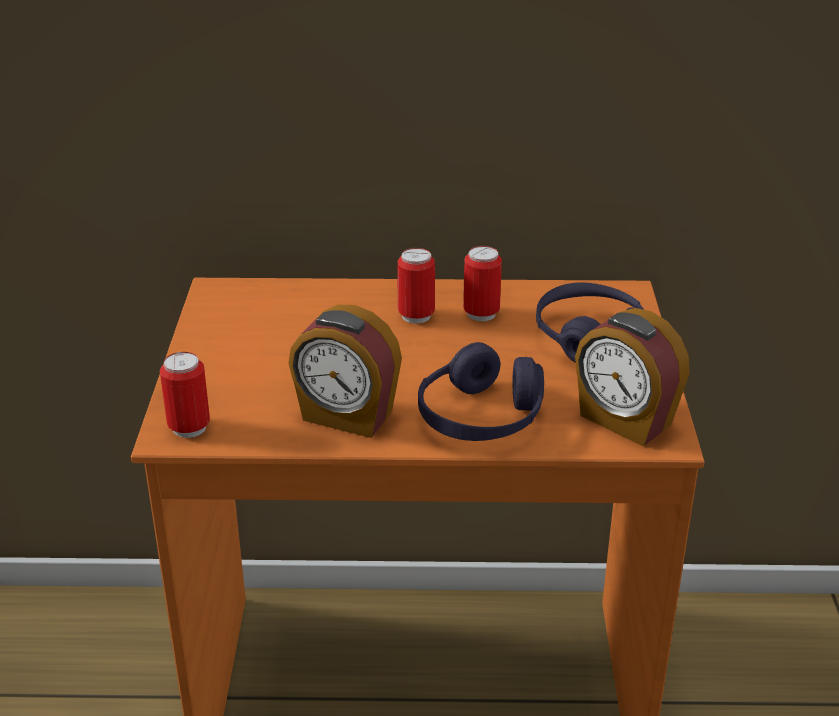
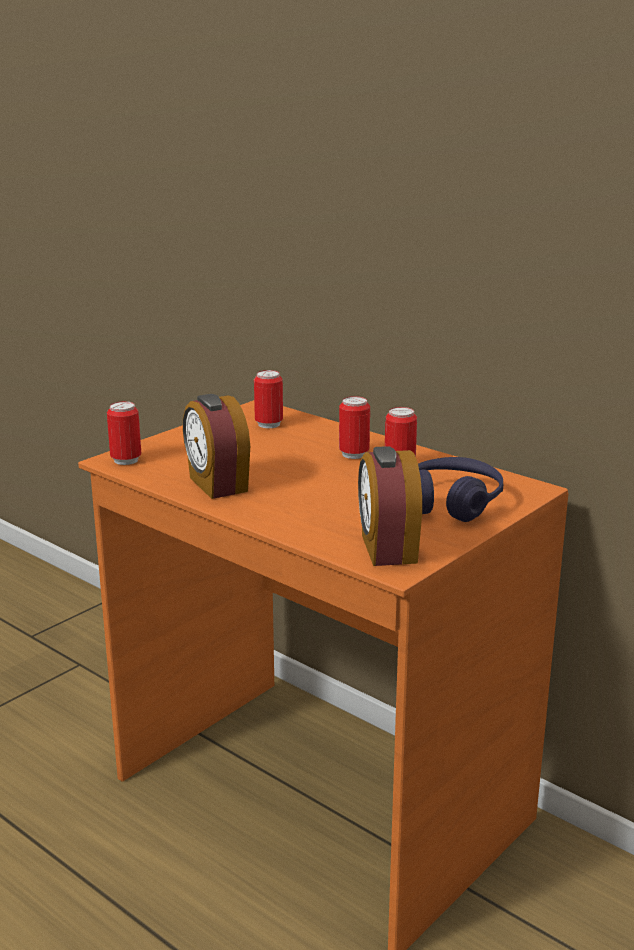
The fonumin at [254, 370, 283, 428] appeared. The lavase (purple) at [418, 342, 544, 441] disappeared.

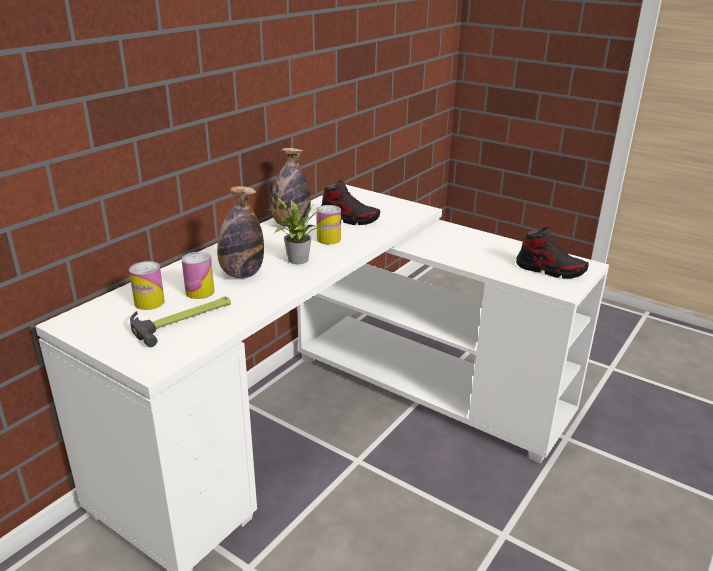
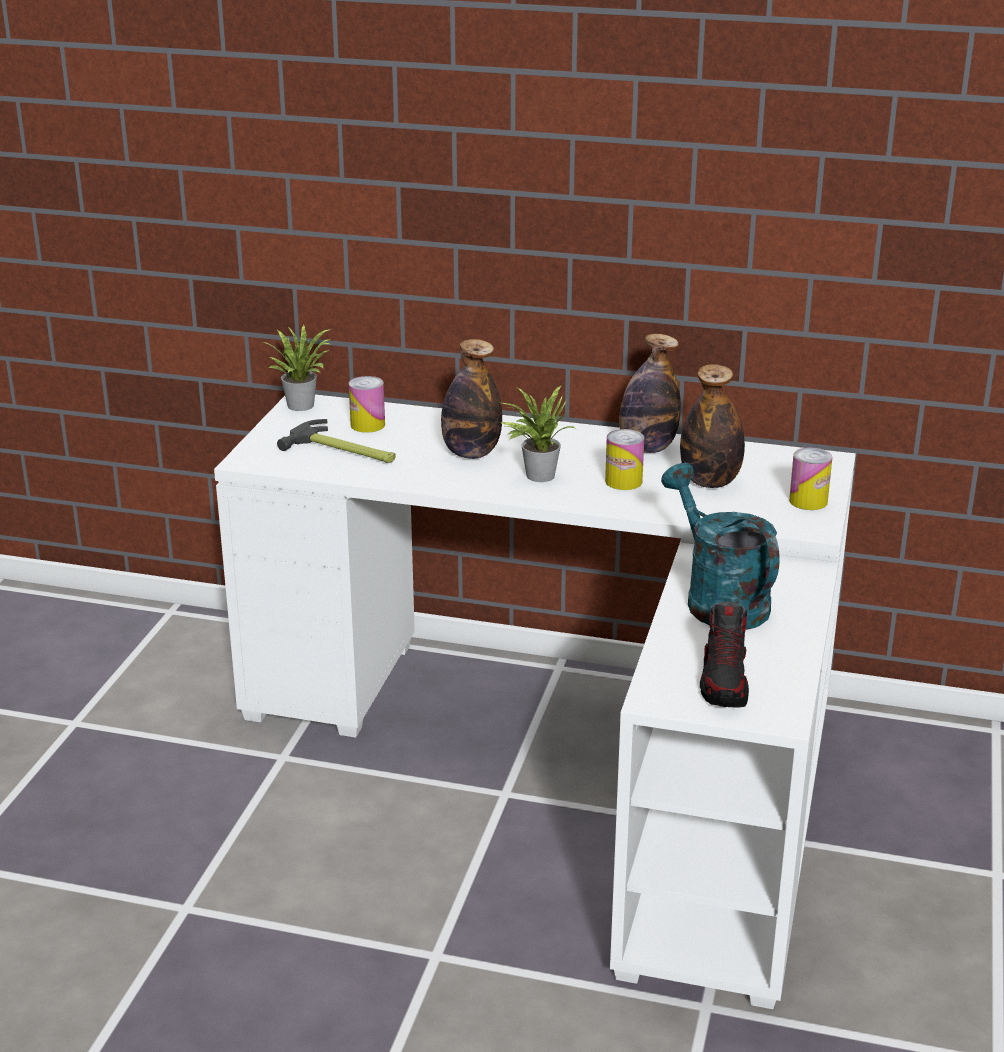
The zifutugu at [263, 325, 331, 411] appeared. The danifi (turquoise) at [661, 463, 780, 630] appeared. The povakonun at [321, 180, 380, 225] was replaced by the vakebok at [680, 364, 745, 488]. The fonumin moved from [181, 252, 214, 299] to [789, 448, 832, 510].

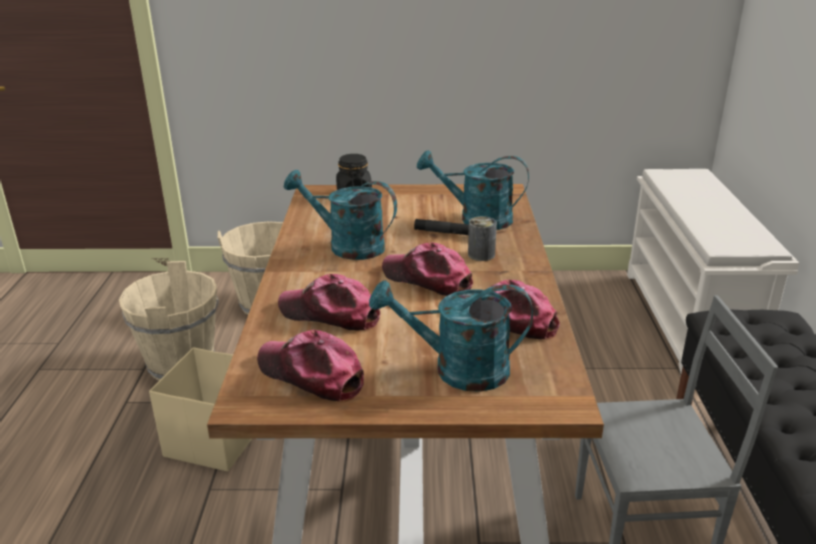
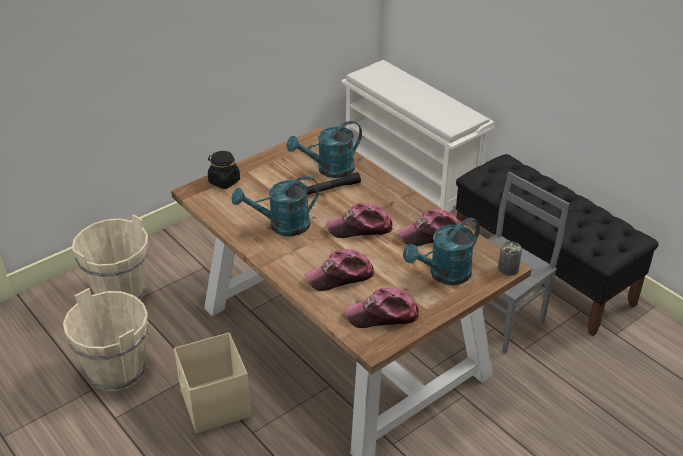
The fonumin moved from [468, 216, 497, 261] to [498, 241, 522, 276].

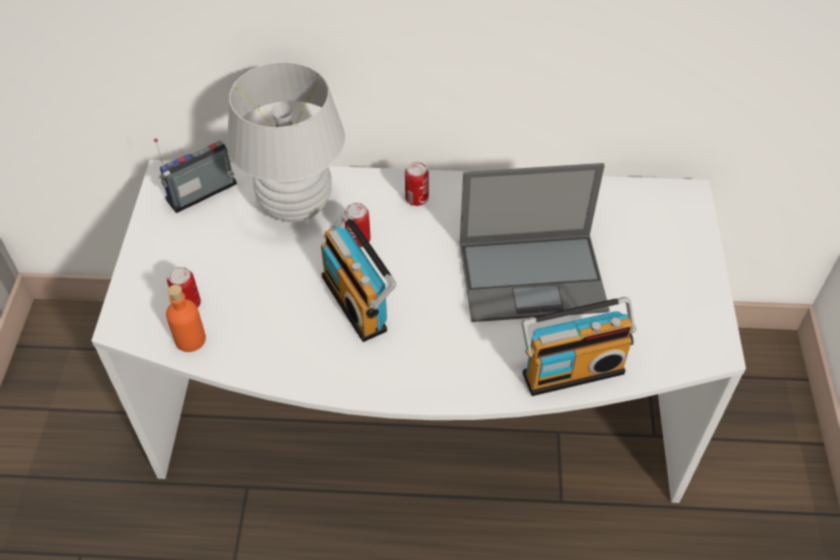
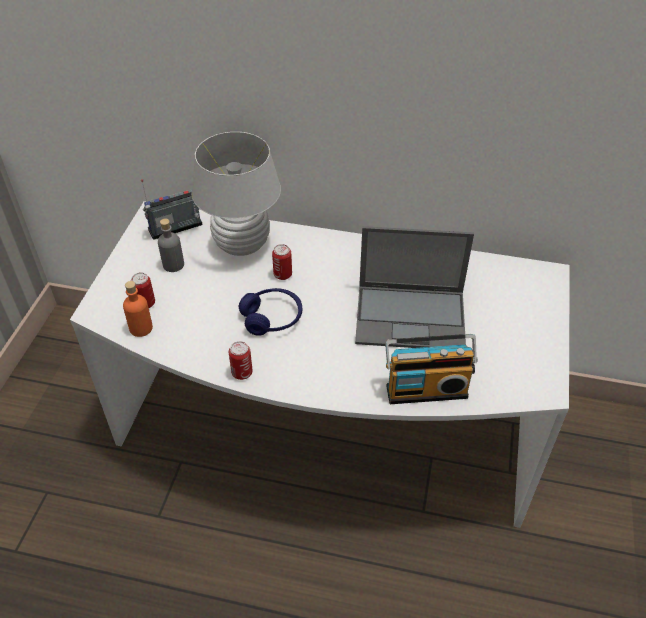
The vakebok (grey) at [158, 218, 184, 272] appeared. The fonumin moved from [405, 162, 429, 206] to [229, 341, 253, 380]. The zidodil at [321, 212, 397, 342] was replaced by the lavase (blue) at [239, 288, 302, 336].

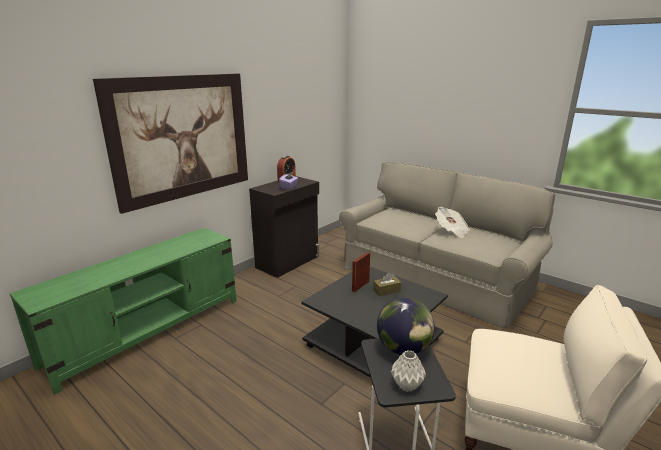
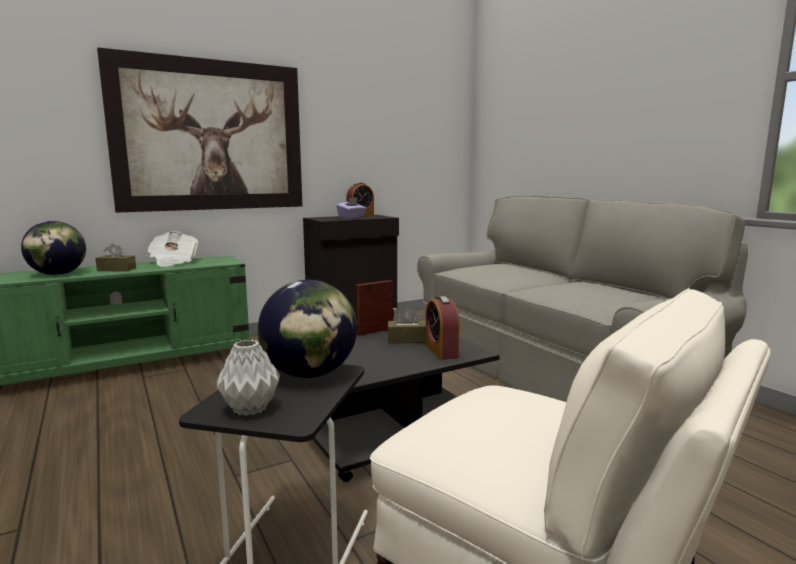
The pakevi at [21, 221, 86, 275] appeared. The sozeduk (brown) at [95, 243, 136, 271] appeared. The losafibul moved from [435, 207, 470, 238] to [147, 231, 199, 267]. The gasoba at [425, 296, 460, 360] appeared.

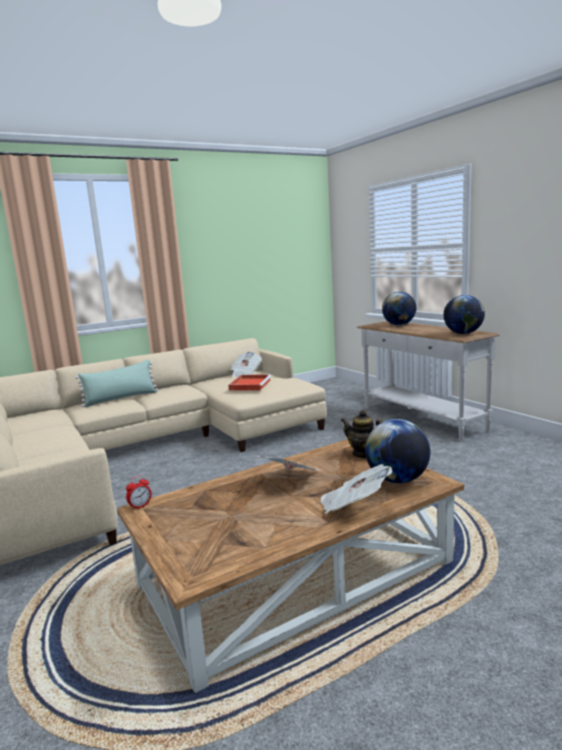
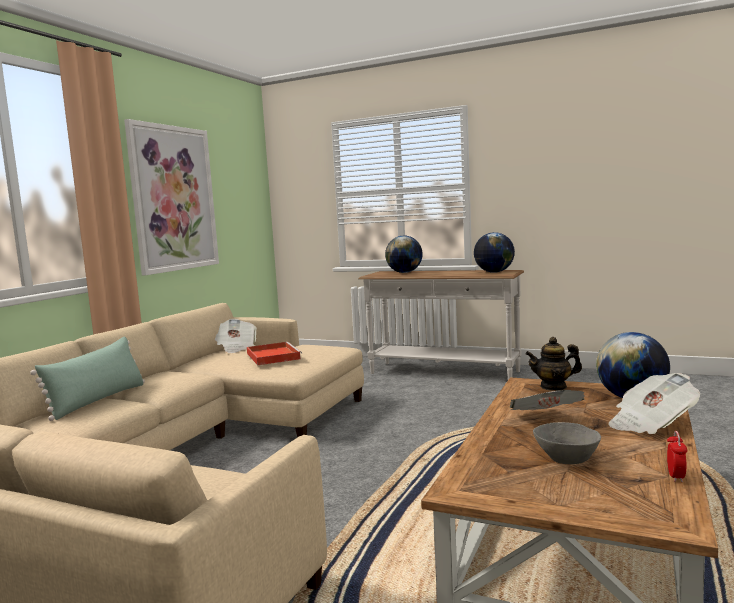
The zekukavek at [124, 119, 219, 275] appeared. The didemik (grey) at [533, 422, 601, 464] appeared. The gasoba moved from [126, 476, 151, 510] to [667, 431, 687, 483].

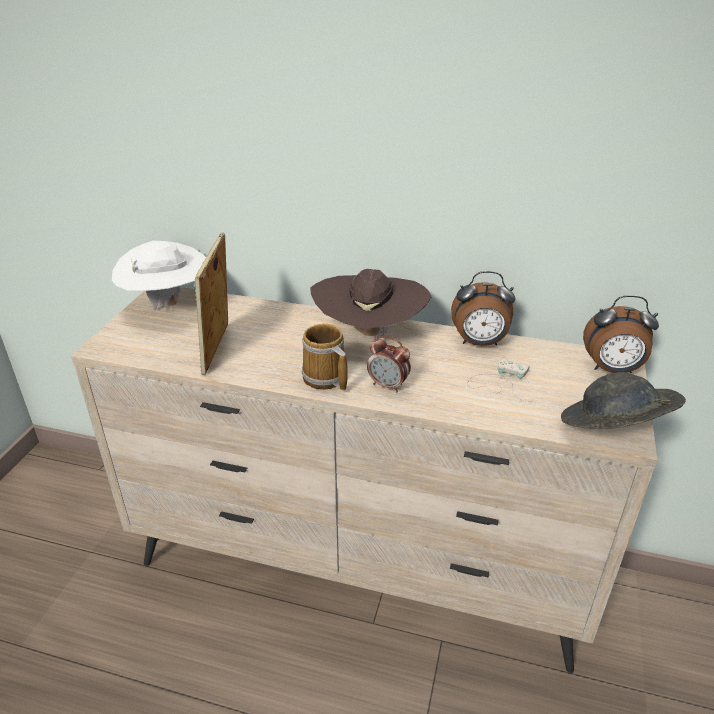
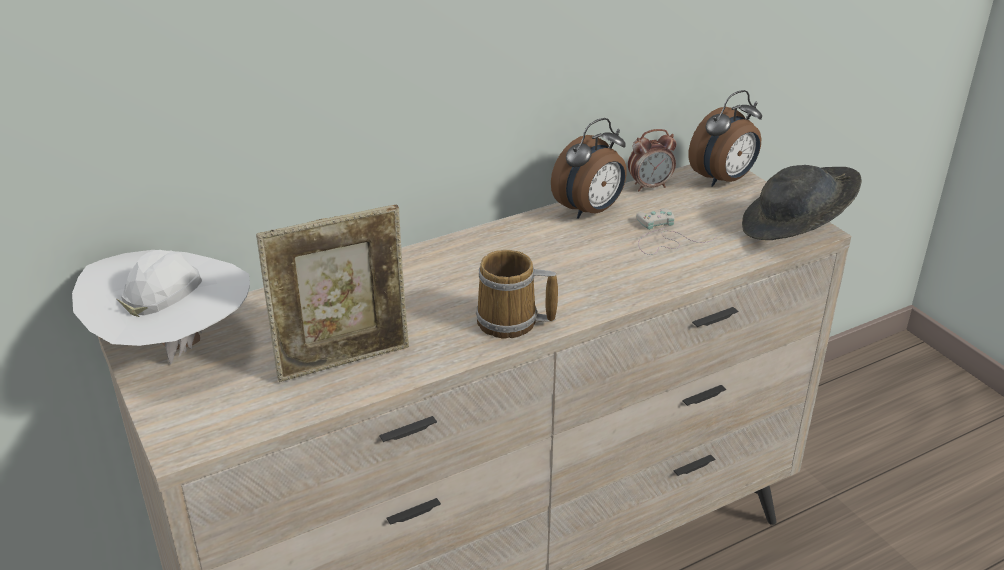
The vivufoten at [194, 232, 228, 375] turned 75 degrees counterclockwise. The gasoba moved from [367, 336, 411, 392] to [628, 129, 676, 191]. The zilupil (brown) at [310, 269, 431, 340] disappeared.

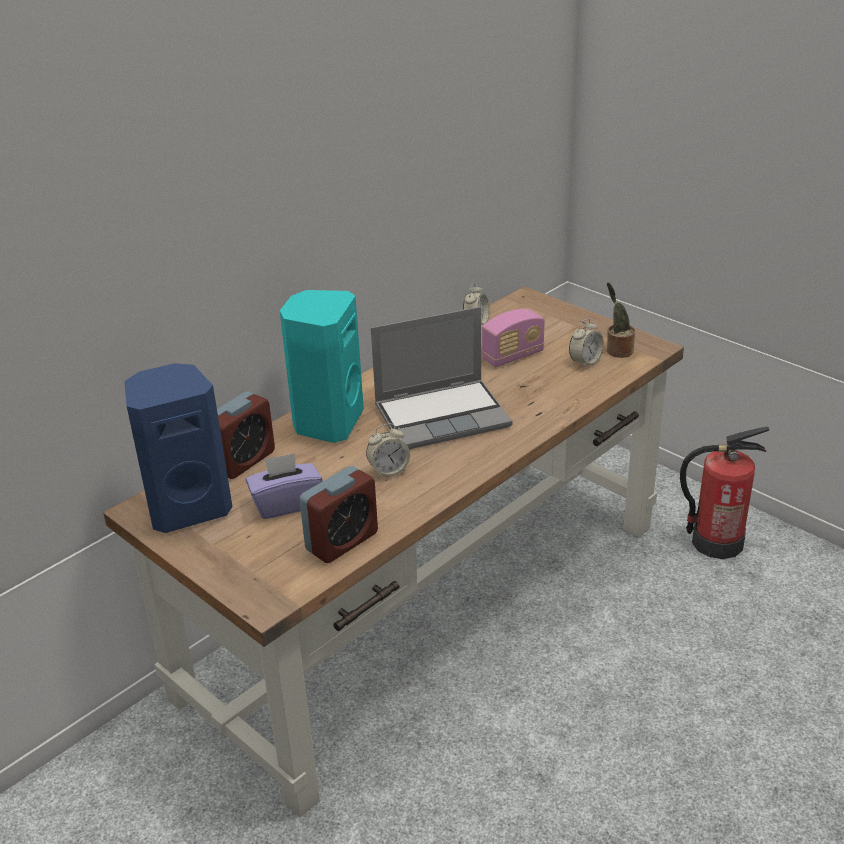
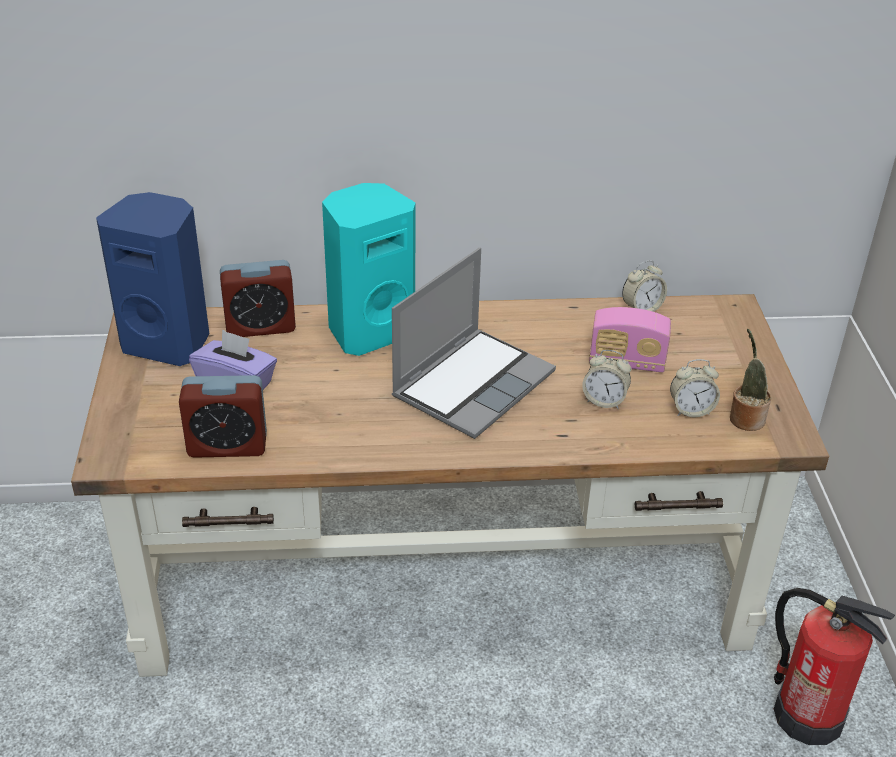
The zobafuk at [371, 307, 512, 449] turned 75 degrees counterclockwise. The gasoba moved from [366, 424, 410, 479] to [582, 350, 631, 409].

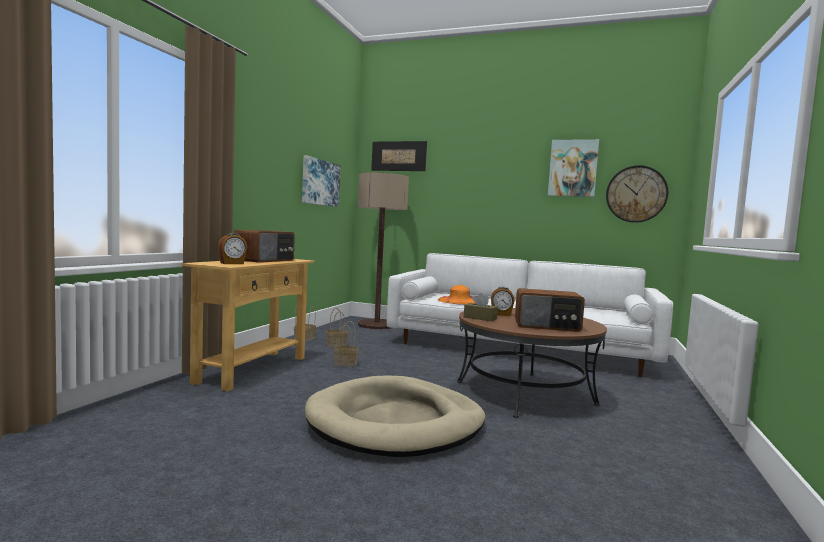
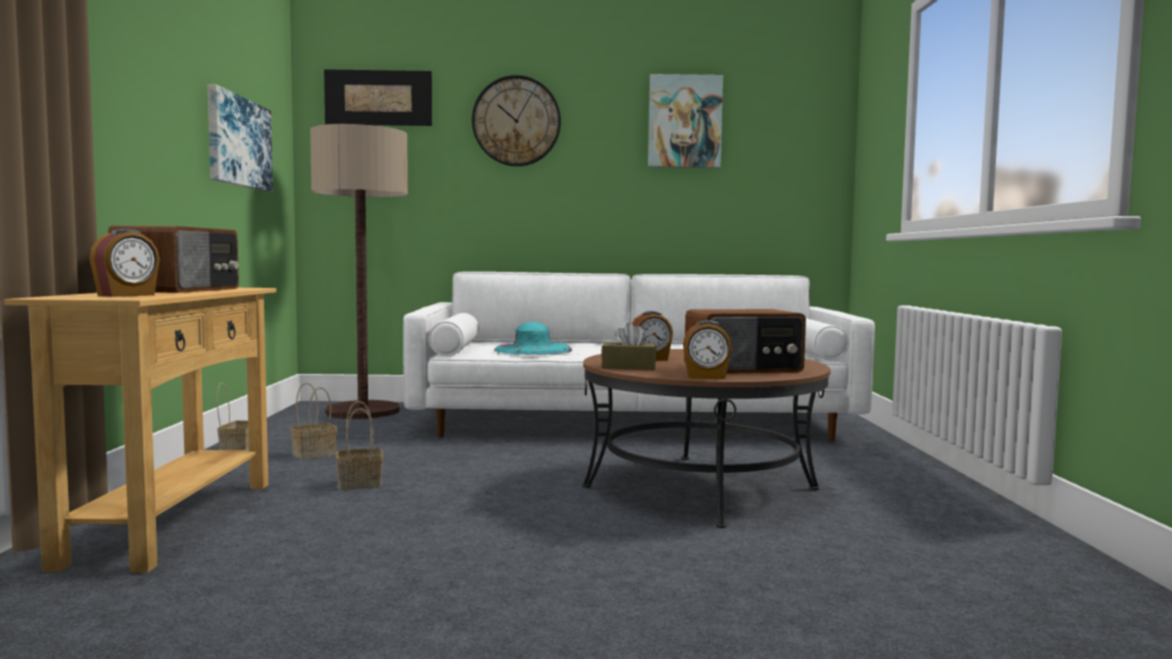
The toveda moved from [606, 165, 668, 223] to [472, 75, 561, 166]. The zilupil (orange) at [438, 285, 476, 305] became the zilupil (turquoise) at [494, 322, 572, 355]. The gasoba at [683, 320, 732, 379] appeared. The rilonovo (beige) at [305, 375, 485, 457] disappeared.

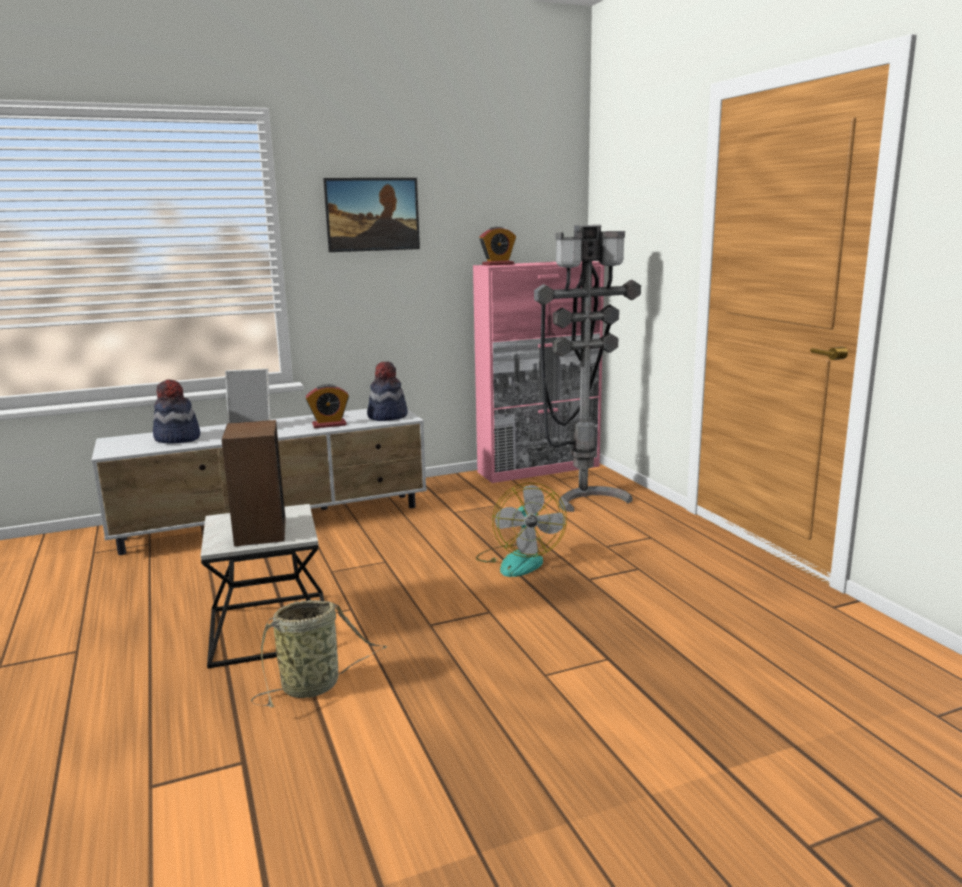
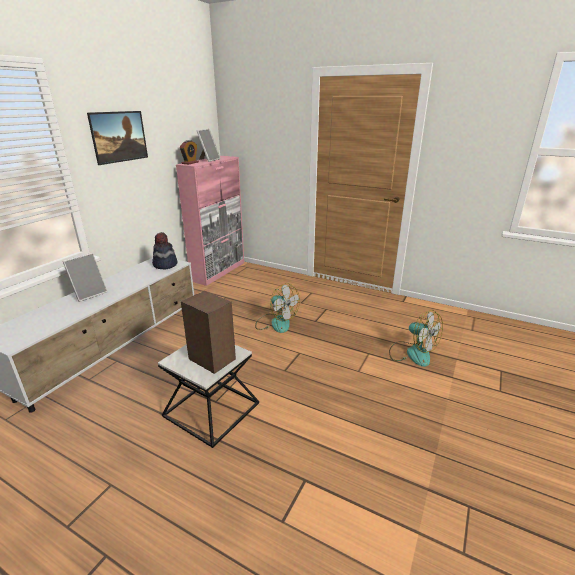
The vivufoten at [197, 129, 221, 162] appeared. The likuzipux at [389, 310, 443, 367] appeared. The zilupil at [152, 380, 200, 444] disappeared. The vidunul at [251, 600, 388, 707] disappeared. The gasoba at [305, 384, 349, 428] disappeared. The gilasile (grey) at [534, 225, 641, 512] disappeared.

